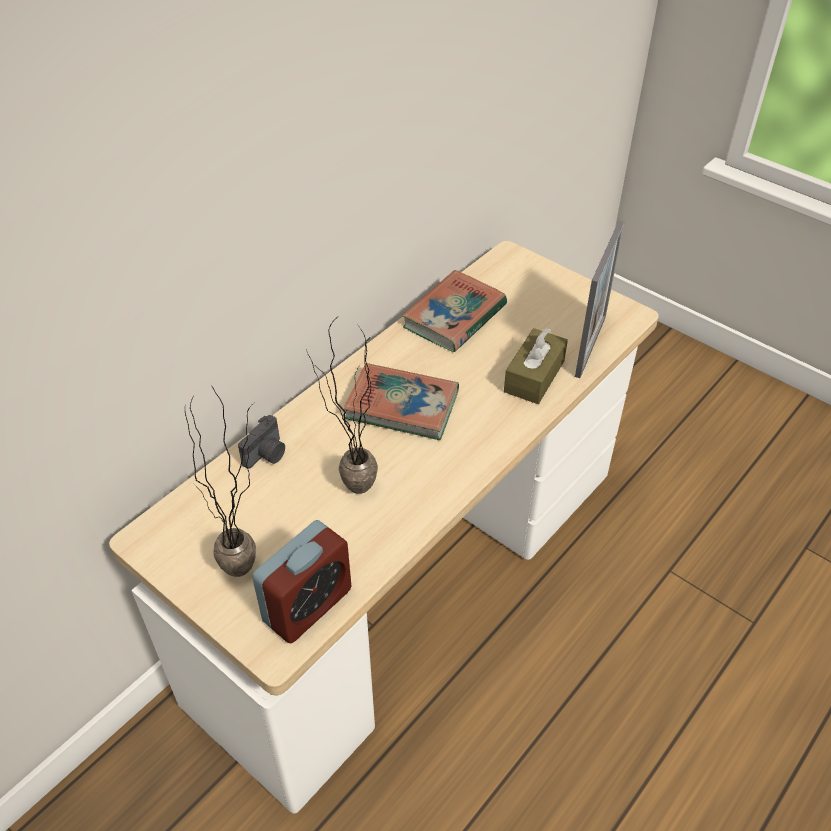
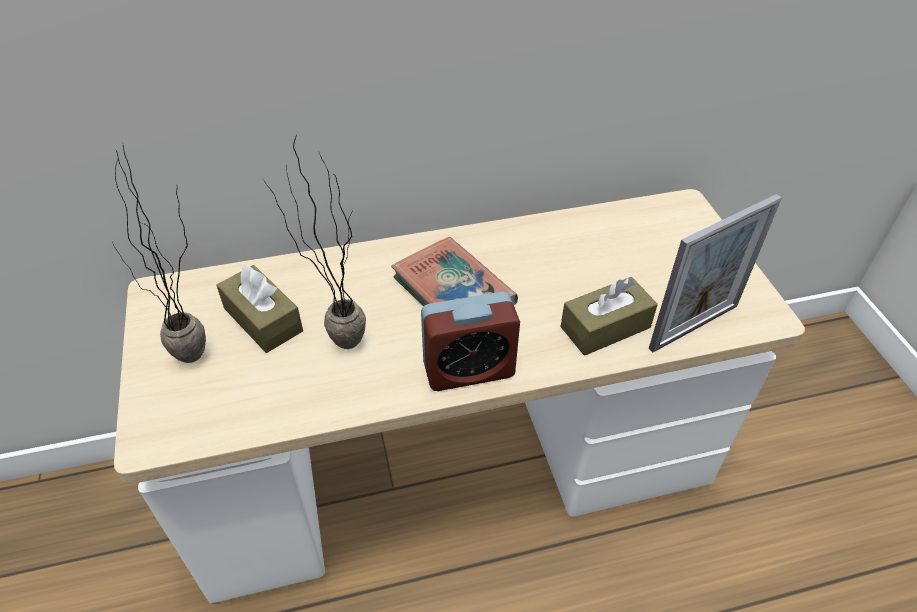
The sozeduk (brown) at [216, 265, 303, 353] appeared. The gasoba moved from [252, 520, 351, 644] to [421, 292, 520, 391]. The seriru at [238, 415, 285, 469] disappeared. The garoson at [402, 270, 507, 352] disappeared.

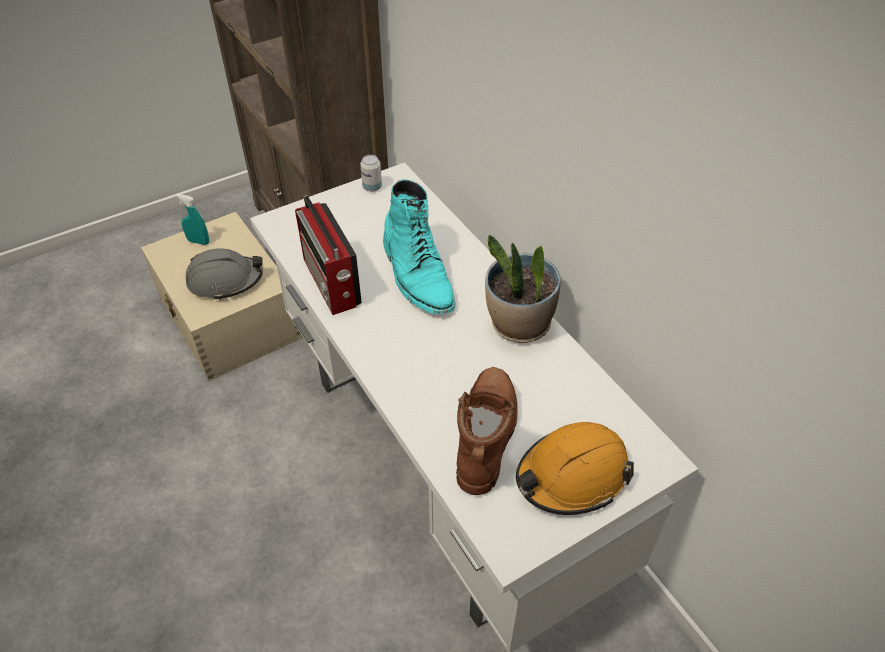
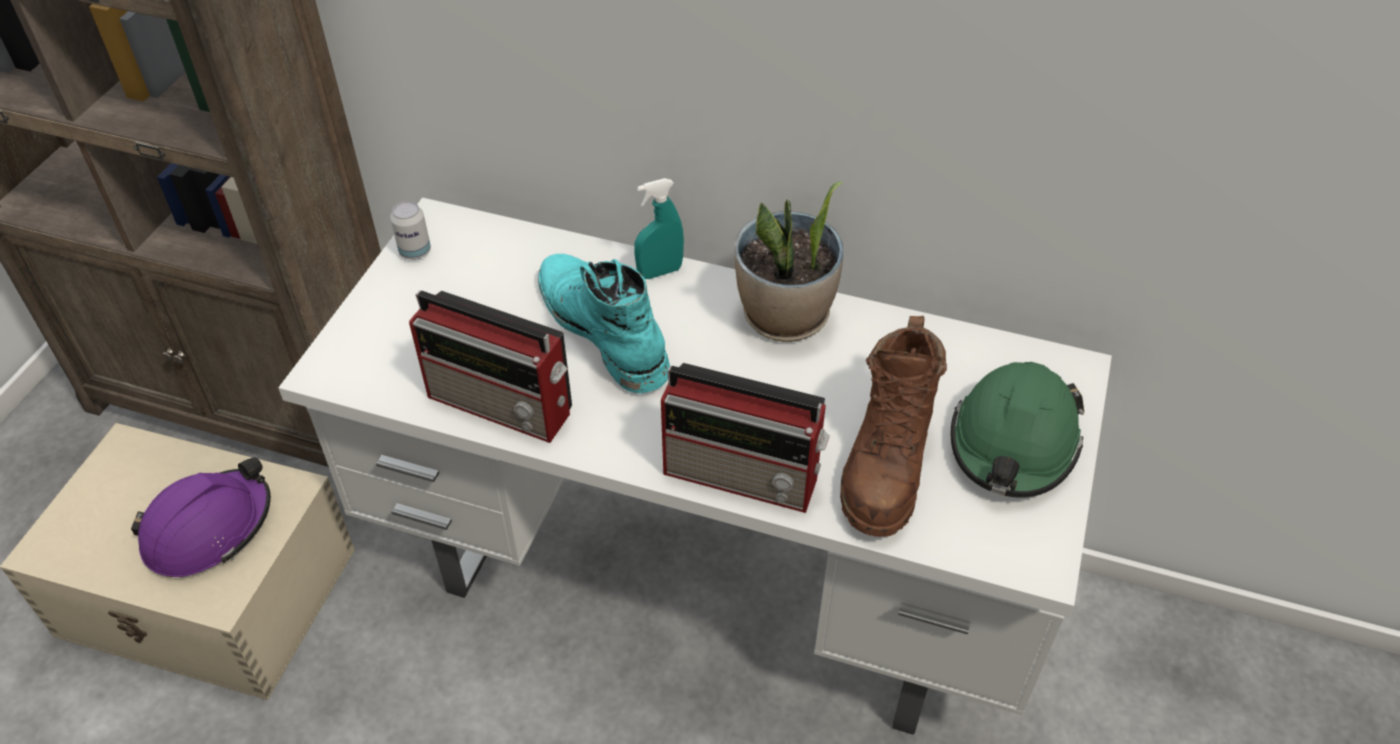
The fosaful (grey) at [186, 248, 263, 301] became the fosaful (purple) at [131, 457, 271, 577]. The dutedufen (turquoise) at [383, 179, 456, 314] turned 150 degrees counterclockwise. The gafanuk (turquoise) moved from [175, 194, 209, 245] to [634, 178, 684, 279]. The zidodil at [661, 363, 830, 513] appeared. The dutedufen (brown) at [456, 367, 518, 495] turned 135 degrees counterclockwise. The fosaful (orange) at [516, 422, 634, 515] became the fosaful (green) at [951, 362, 1084, 498].

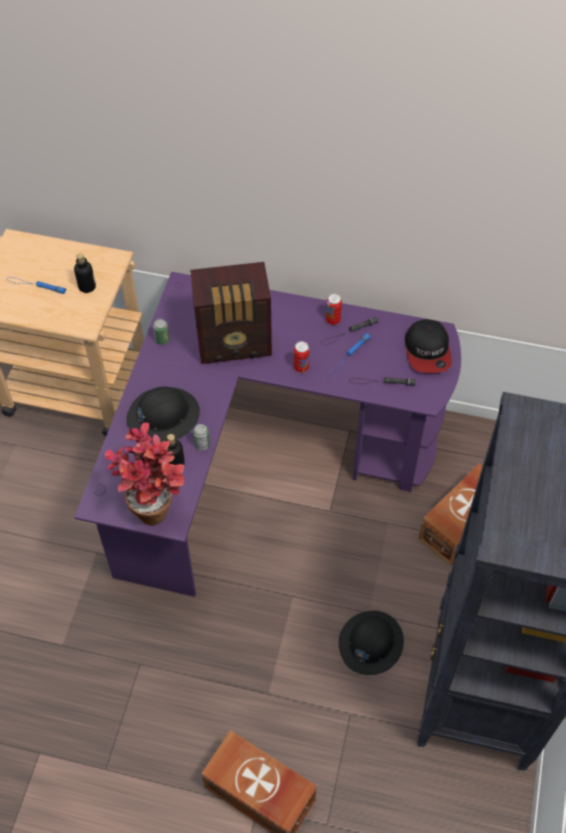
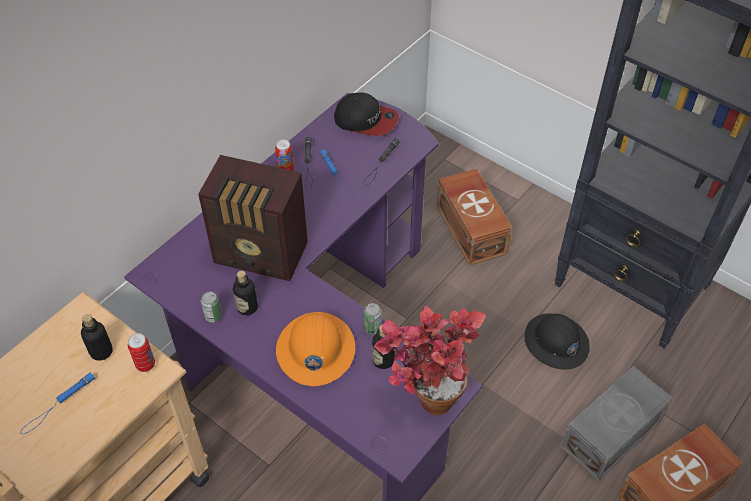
The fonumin moved from [294, 341, 310, 373] to [128, 333, 155, 372]. The zidodil at [190, 262, 272, 364] turned 90 degrees clockwise. The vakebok at [233, 271, 258, 315] appeared. The fosaful (black) at [126, 386, 200, 443] became the fosaful (orange) at [276, 312, 355, 386]. The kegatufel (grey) at [561, 366, 673, 481] appeared.

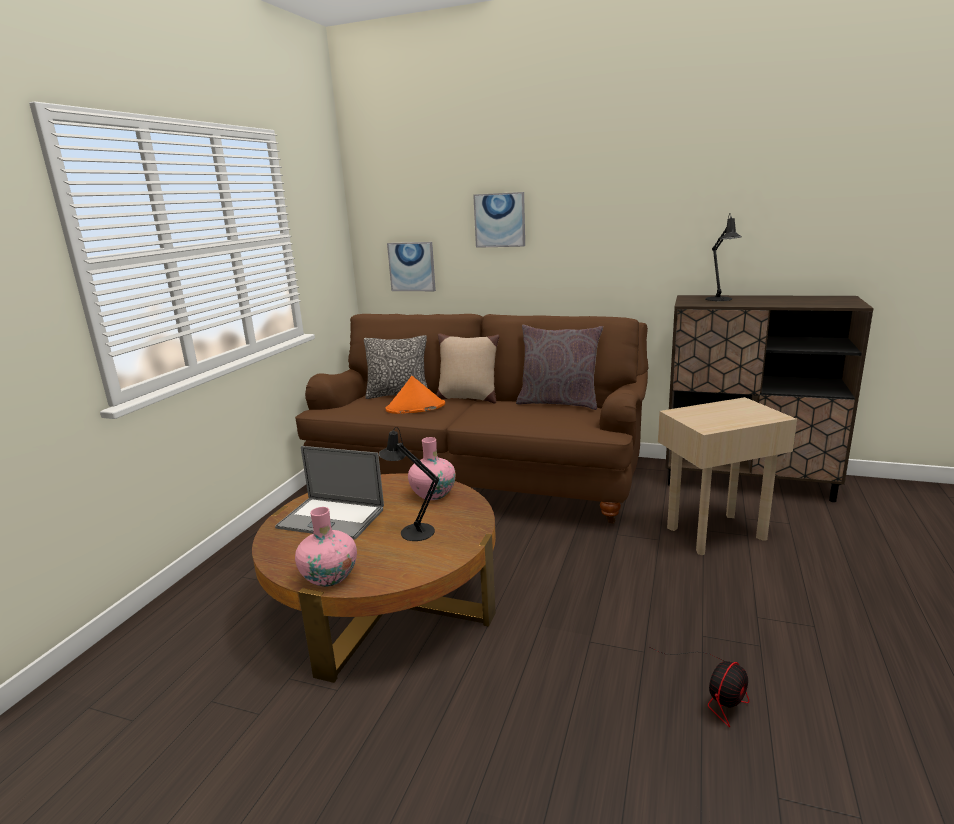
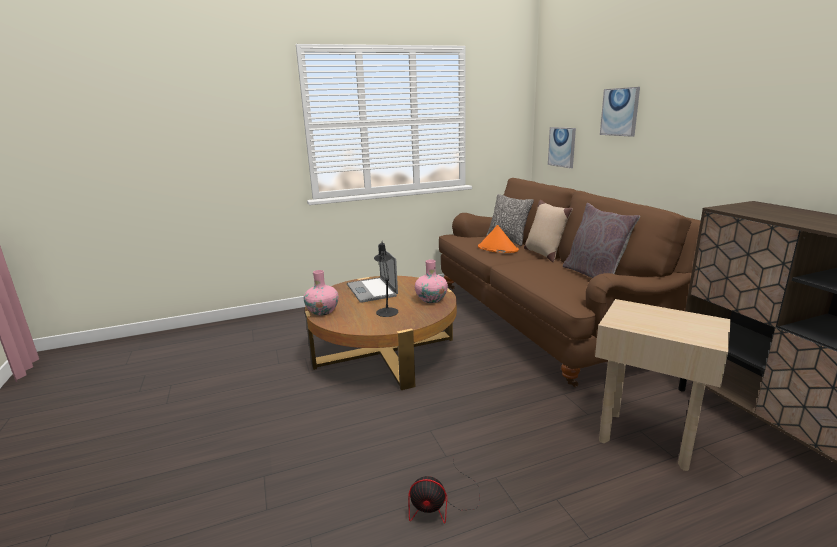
The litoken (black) at [705, 213, 742, 301] disappeared.

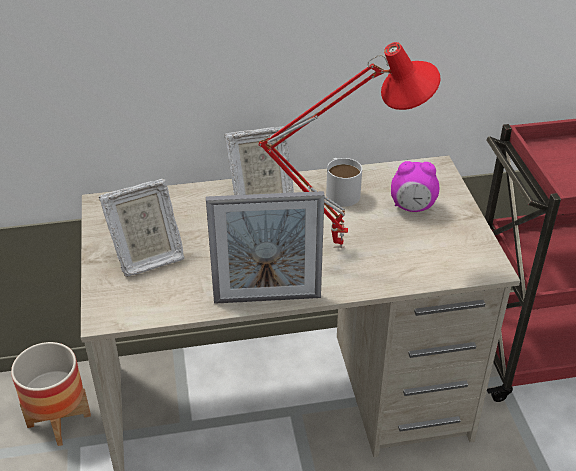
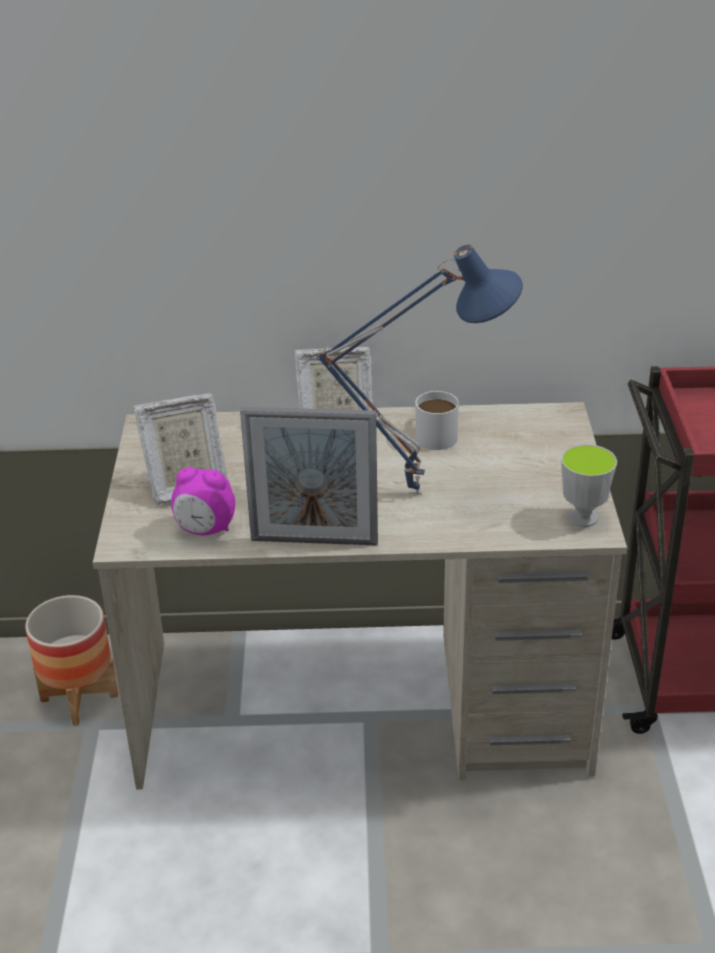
The gasoba moved from [391, 161, 439, 212] to [171, 467, 235, 535]. The litoken (red) at [258, 42, 440, 248] became the litoken (blue) at [317, 245, 523, 495]. The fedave at [561, 444, 617, 527] appeared.

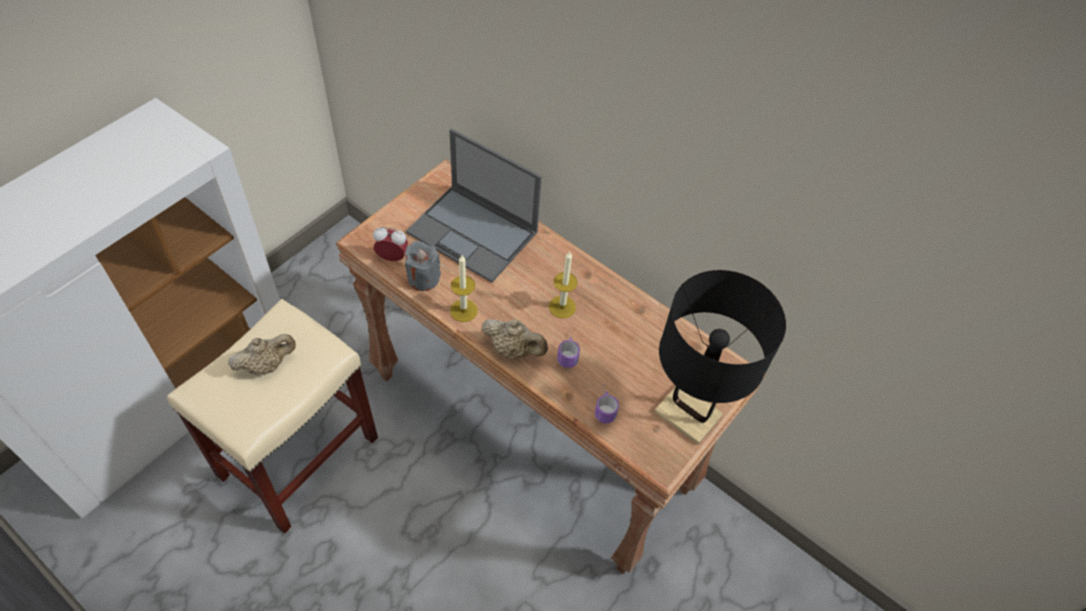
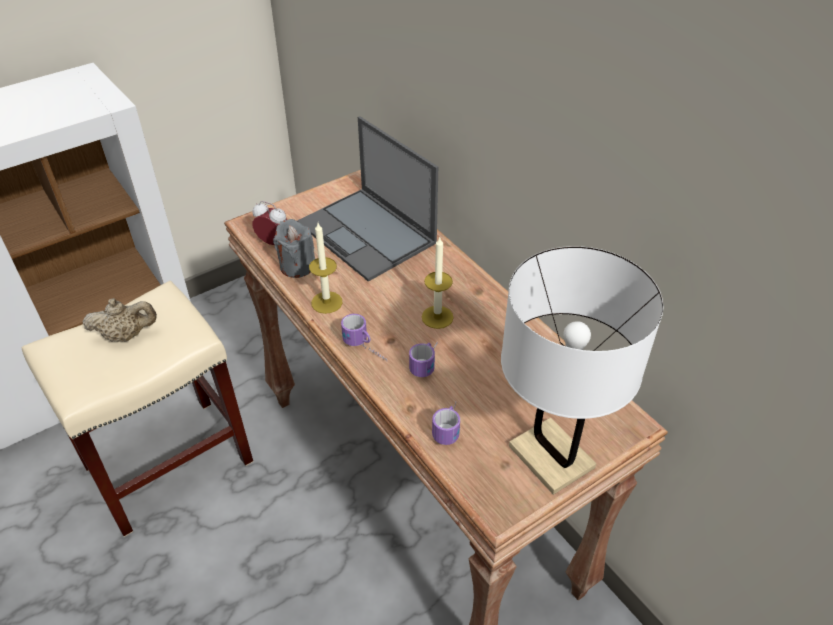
The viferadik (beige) at [481, 319, 548, 360] was replaced by the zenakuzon at [341, 314, 387, 361]. The litoken (black) at [654, 270, 786, 445] became the litoken (white) at [501, 246, 664, 495].

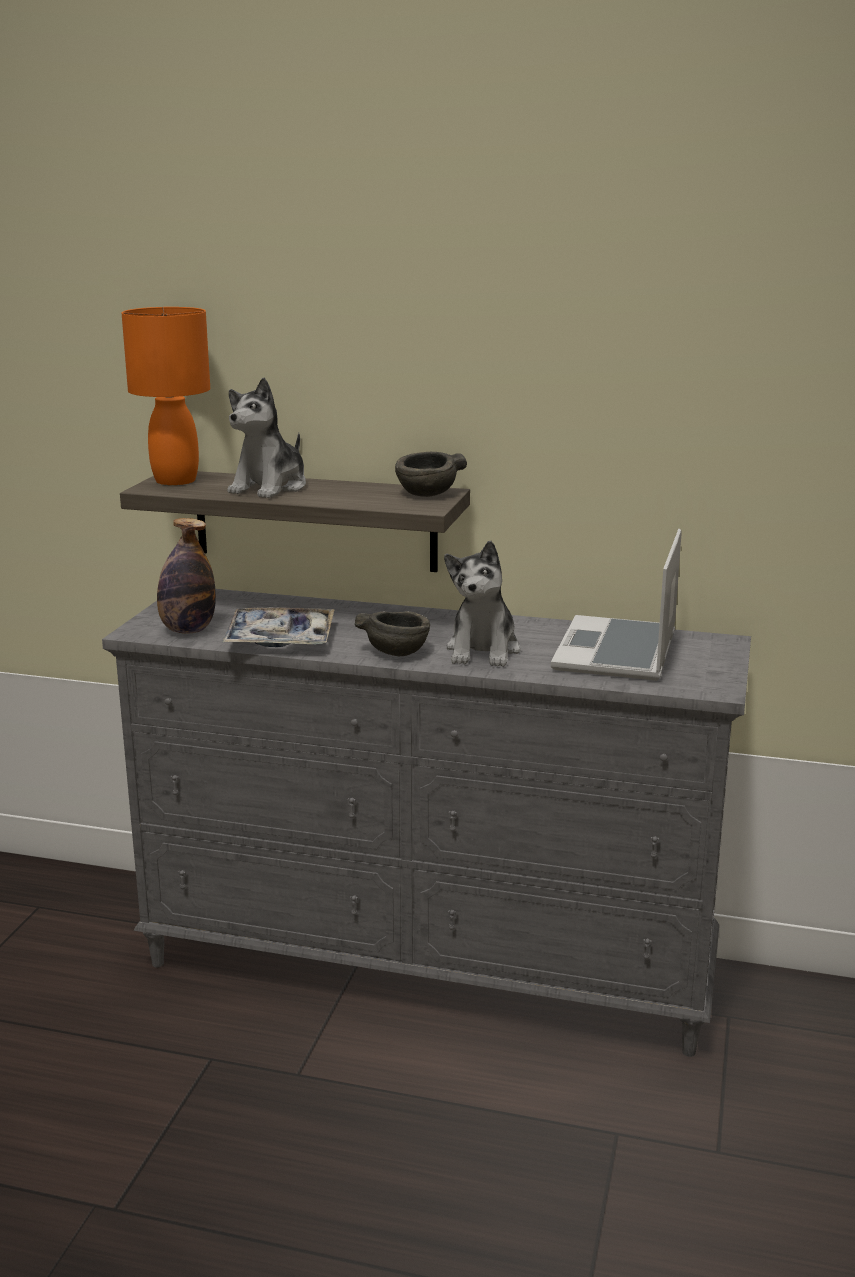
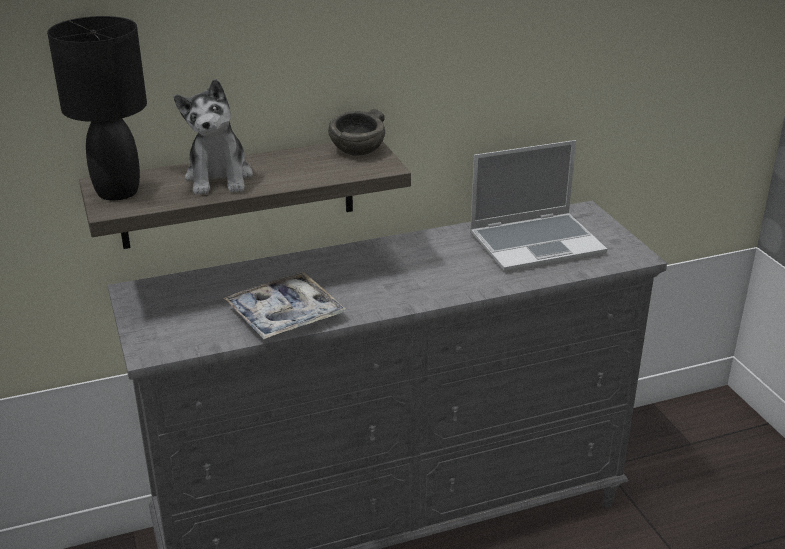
The litoken (orange) at [121, 307, 210, 485] became the litoken (black) at [47, 16, 147, 201]. The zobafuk at [551, 529, 682, 681] turned 90 degrees counterclockwise. The vakebok at [157, 518, 216, 634] disappeared. The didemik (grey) at [355, 611, 430, 656] disappeared. The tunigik at [444, 541, 521, 667] disappeared.

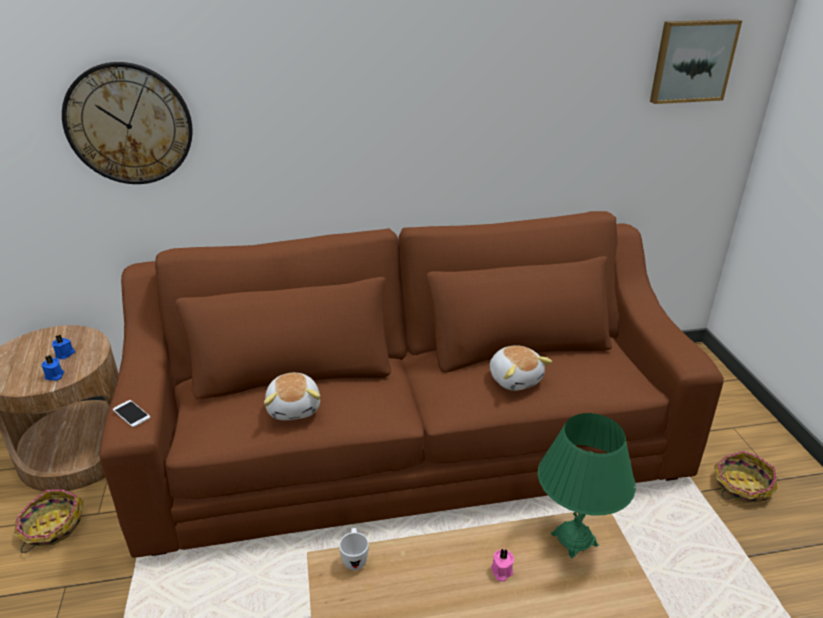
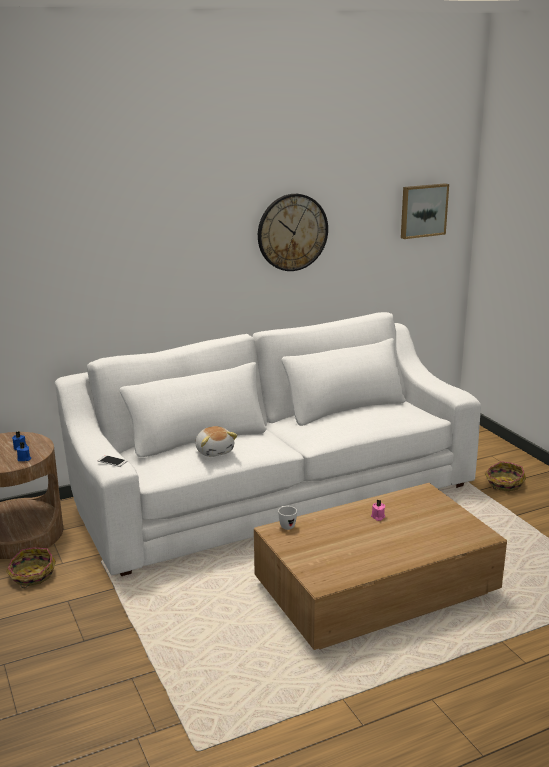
The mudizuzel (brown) at [99, 211, 724, 558] became the mudizuzel (white) at [55, 312, 481, 576]. The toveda moved from [62, 62, 193, 184] to [258, 194, 328, 271]. The tunigik at [490, 345, 552, 391] disappeared. The litoken (green) at [538, 413, 636, 558] disappeared.

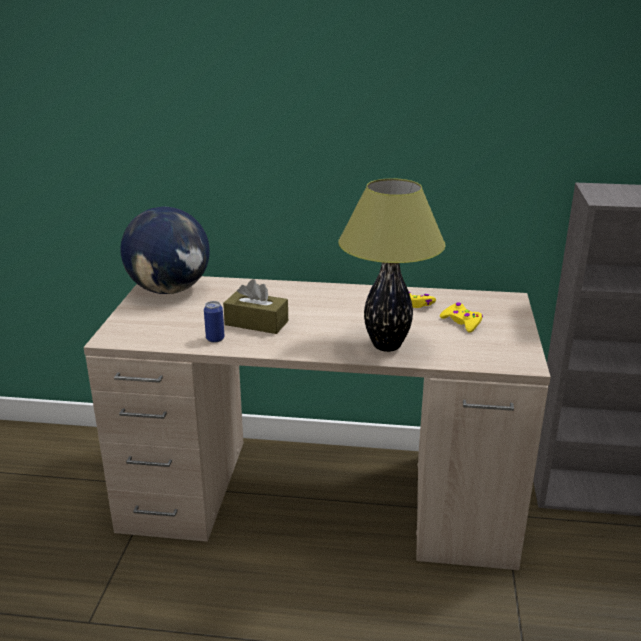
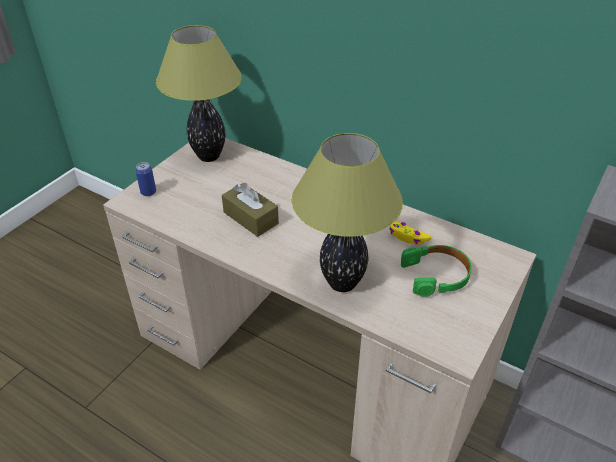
The fonumin moved from [204, 301, 225, 343] to [135, 162, 156, 196]. The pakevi at [120, 206, 210, 294] was replaced by the litoken at [156, 25, 242, 162]. The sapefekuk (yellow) at [440, 302, 483, 333] was replaced by the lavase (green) at [401, 245, 472, 297].

